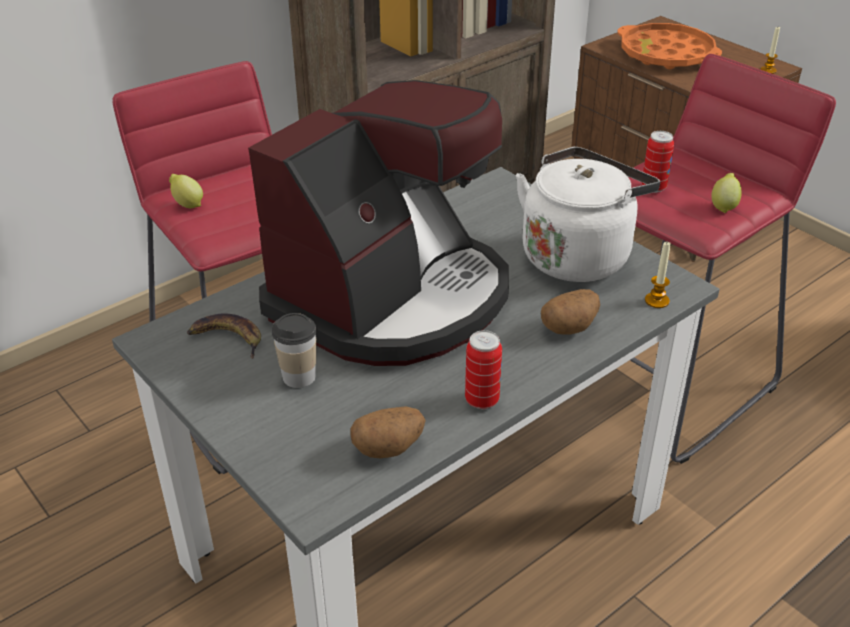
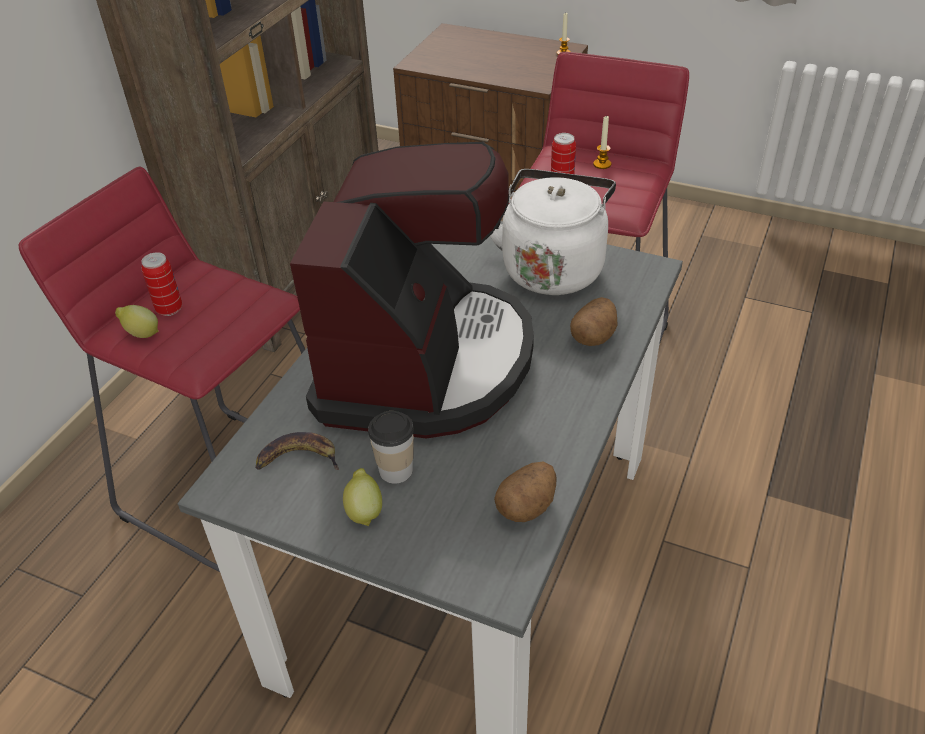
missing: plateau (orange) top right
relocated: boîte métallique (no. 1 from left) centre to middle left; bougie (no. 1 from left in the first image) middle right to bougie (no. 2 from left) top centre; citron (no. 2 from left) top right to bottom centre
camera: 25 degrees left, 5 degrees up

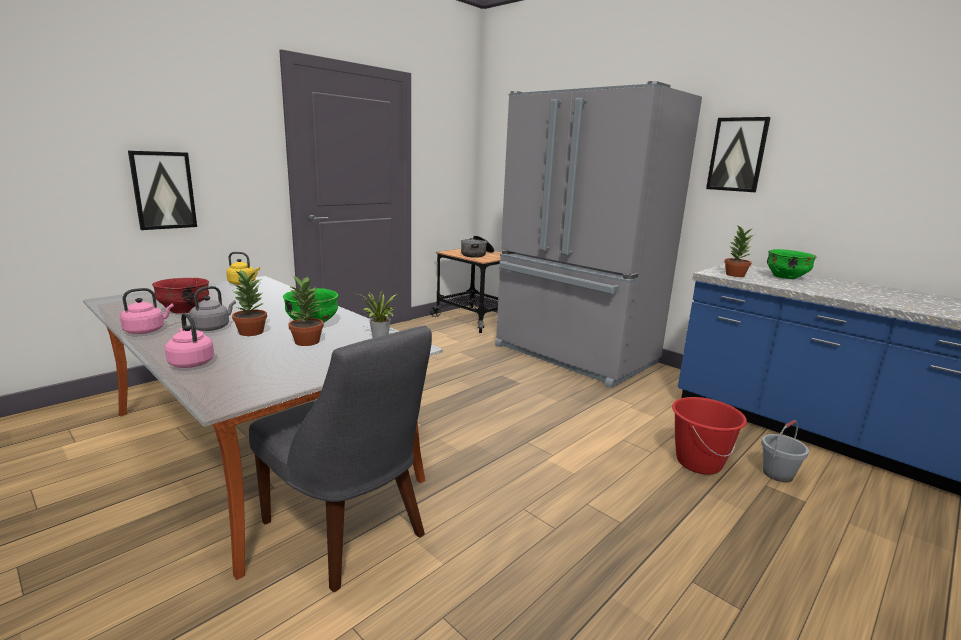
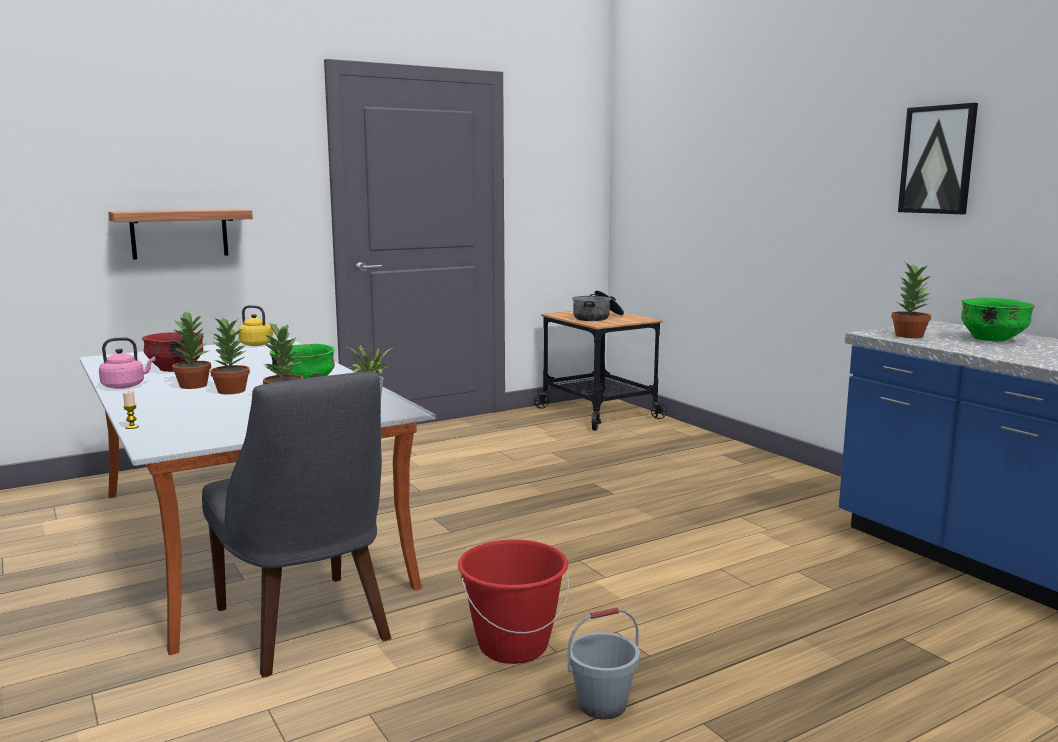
missing: bouilloire (rose) (no. 2 from left) middle left; réfrigérateur (gris) centre
appeared: bougie middle left
relocated: seau (rouge) bottom right to bottom centre; seau (gris) bottom right to bottom centre
exchanged: tableau (no. 1 from left) top left to étagère top left; bouilloire (gris) middle left to plante en pot (no. 1 from left) middle left
camera: 15 degrees right, 5 degrees down

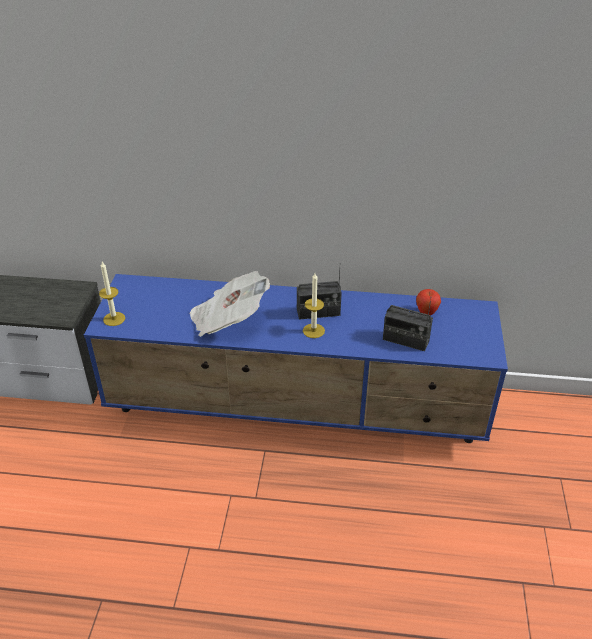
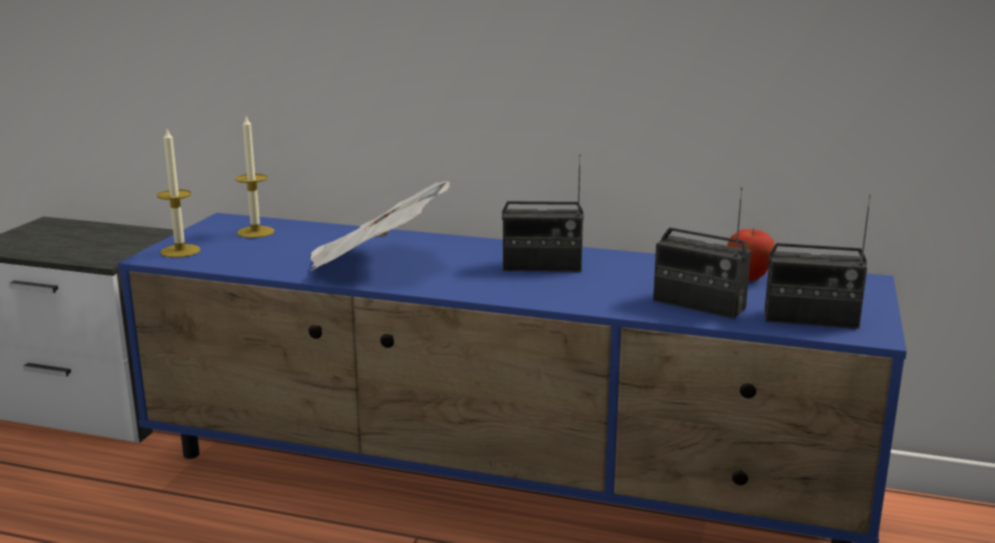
appeared: radio (no. 3 from left) middle right
relocated: bougie (no. 2 from left) centre to top left
camera: 10 degrees right, 20 degrees down

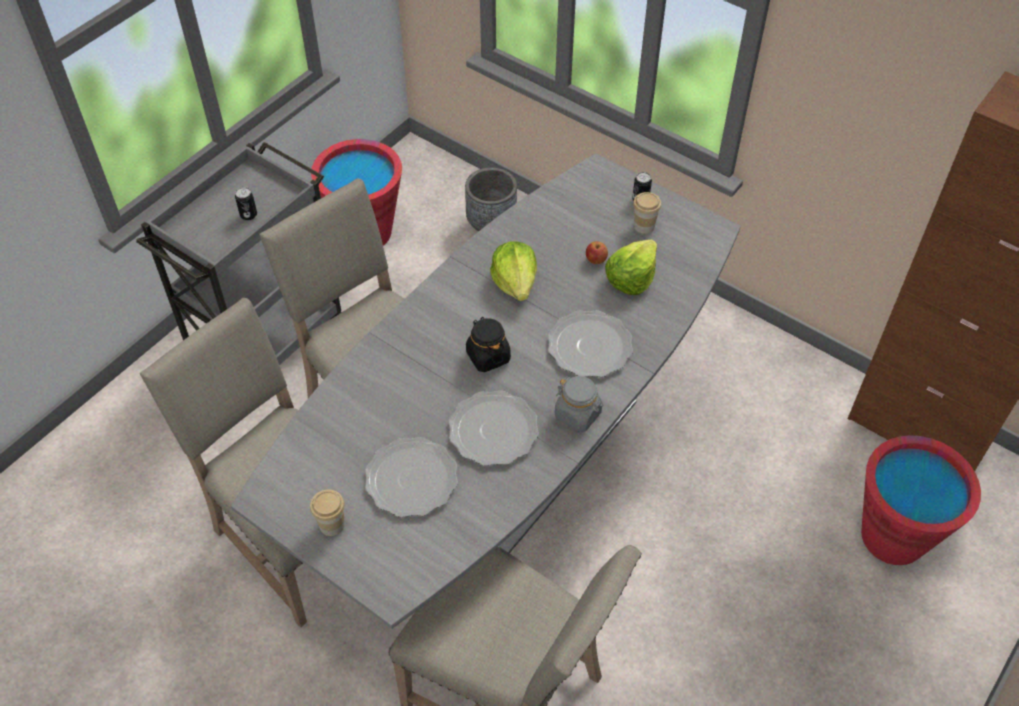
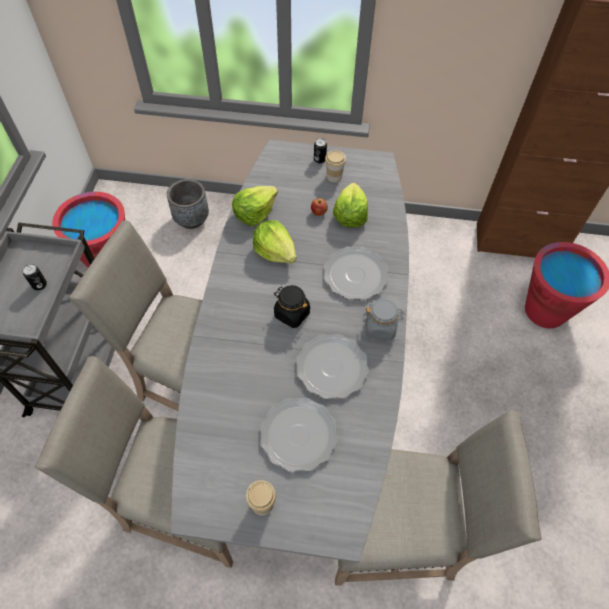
appeared: laitue (no. 1 from left) centre
camera: 30 degrees left, 5 degrees up

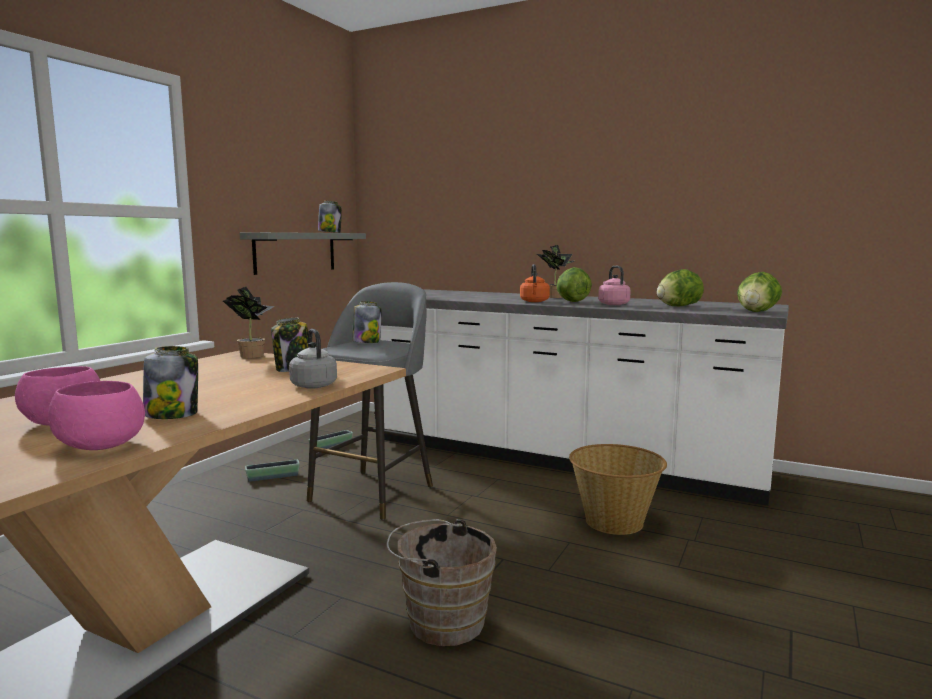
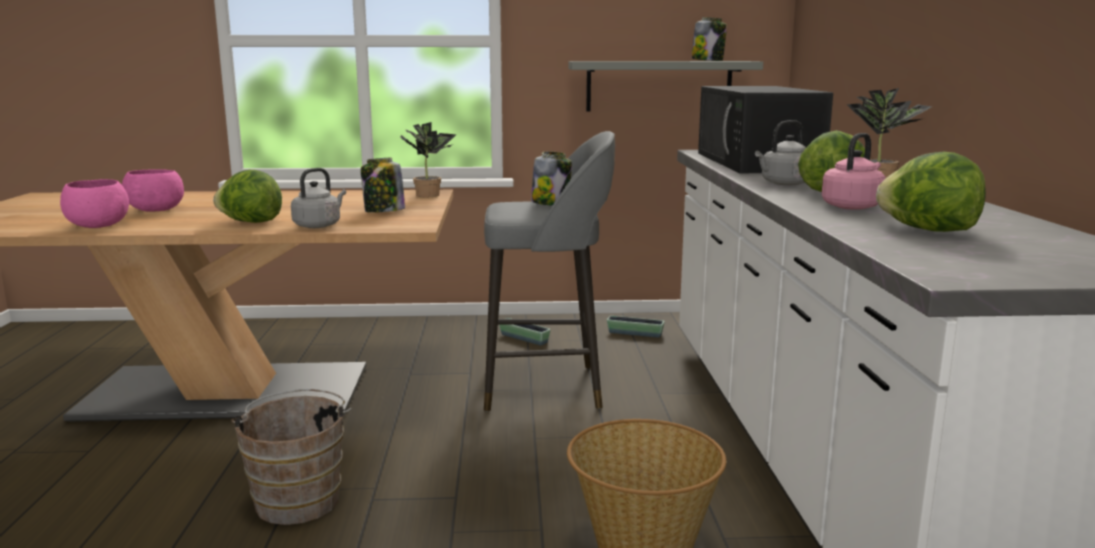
missing: bocal (no. 1 from left) middle left
appeared: micro-ondes (noir) top right
relocated: laitue (no. 3 from left in the first image) middle right to laitue (no. 1 from left) middle left
colour: bouilloire (orange) centre to bouilloire (gris) (no. 2 from left) top right
camera: 60 degrees right, 5 degrees up

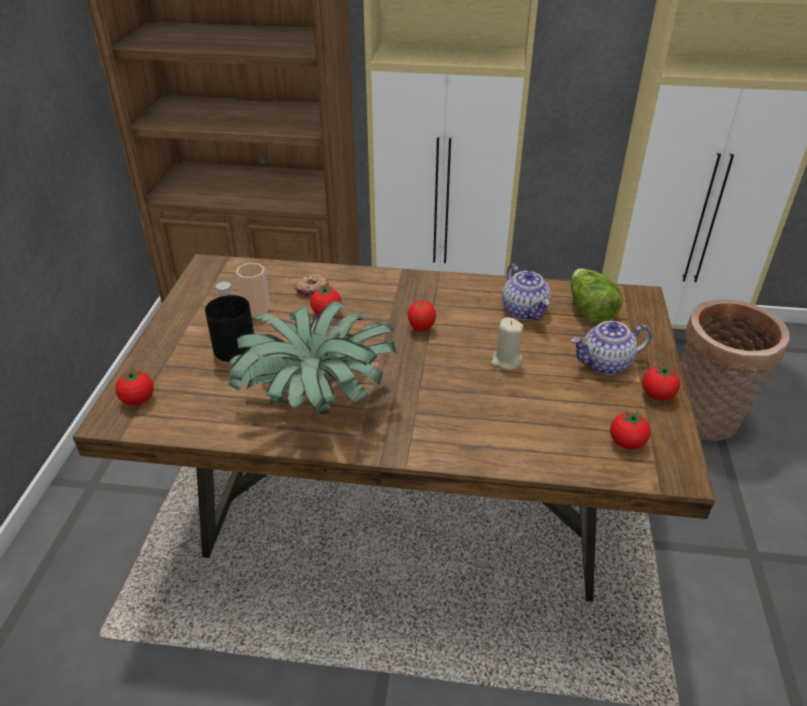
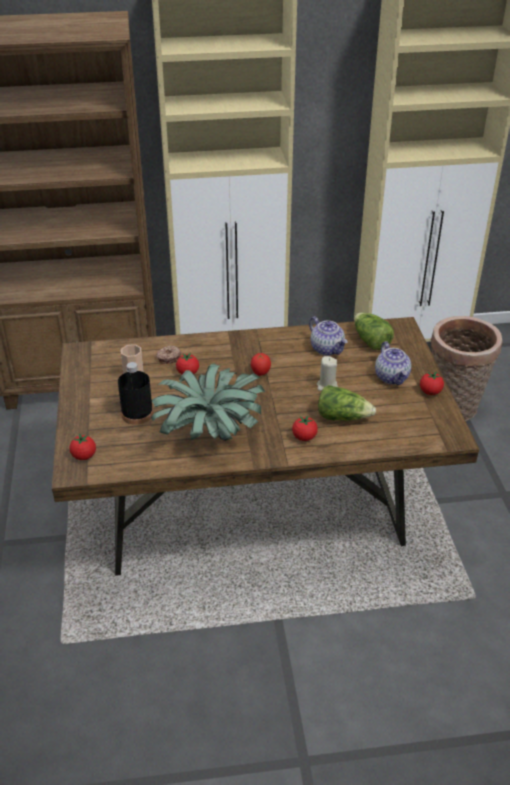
appeared: laitue (no. 1 from left) middle right
relocated: tomate (no. 4 from left) middle right to centre
spun: théière (no. 2 from left) middle right = middle right 75 degrees counterclockwise
camera: 15 degrees left, 0 degrees up

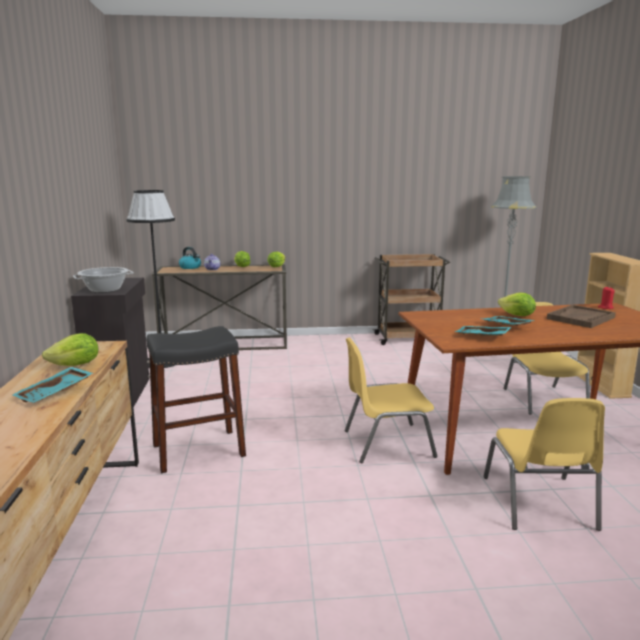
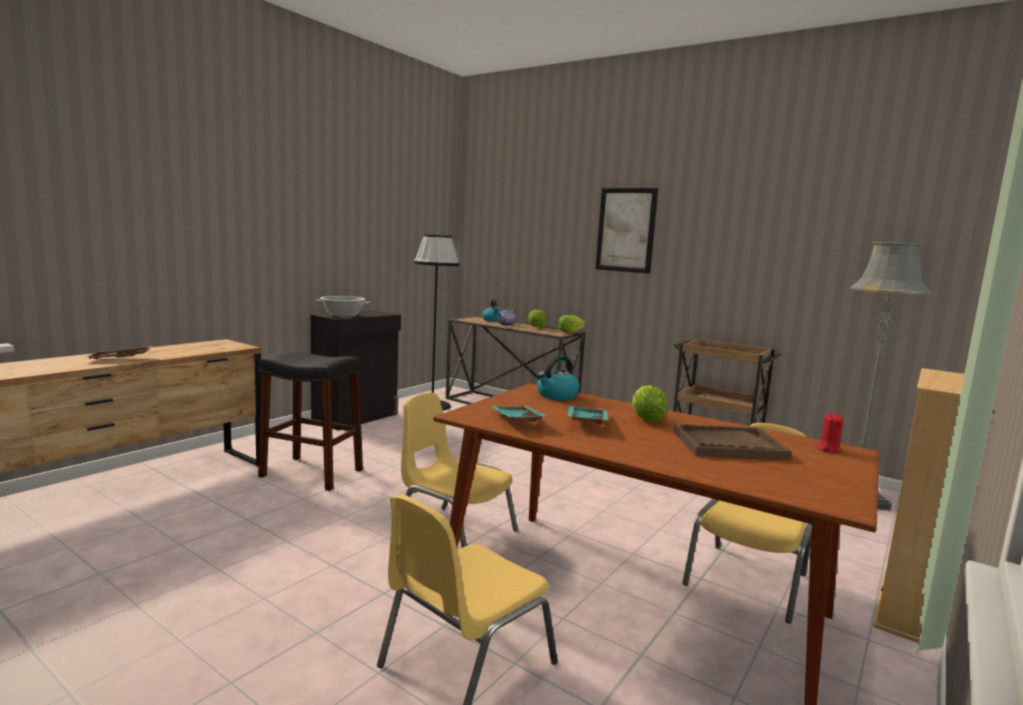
missing: laitue (no. 1 from left) middle left
appeared: bouilloire (no. 2 from left) centre; tableau top centre
colour: plateau (turquoise) (no. 1 from left) middle left to plateau (marron) (no. 1 from left) middle left
camera: 40 degrees right, 5 degrees down

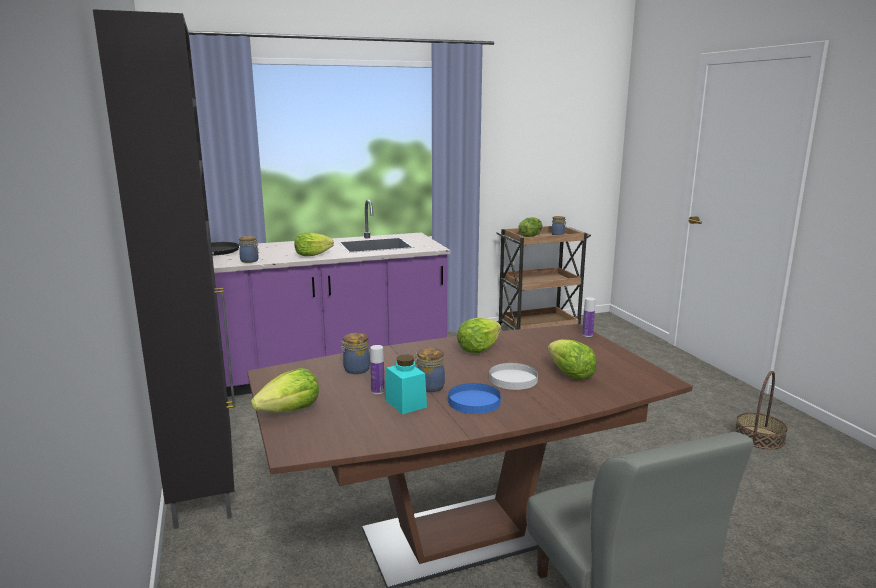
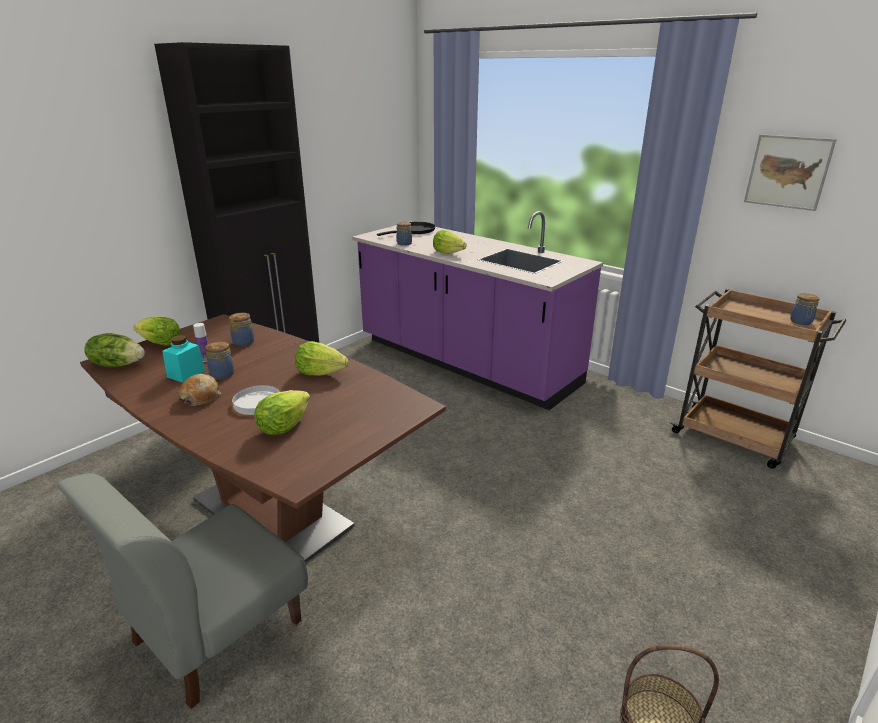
missing: bouteille (no. 2 from left) middle right
appeared: tableau top right
relocated: laitue (no. 4 from left in the first image) centre to laitue (no. 1 from left) middle left
exchanged: assiette (bleu) bottom centre to pain middle left
camera: 60 degrees right, 10 degrees up

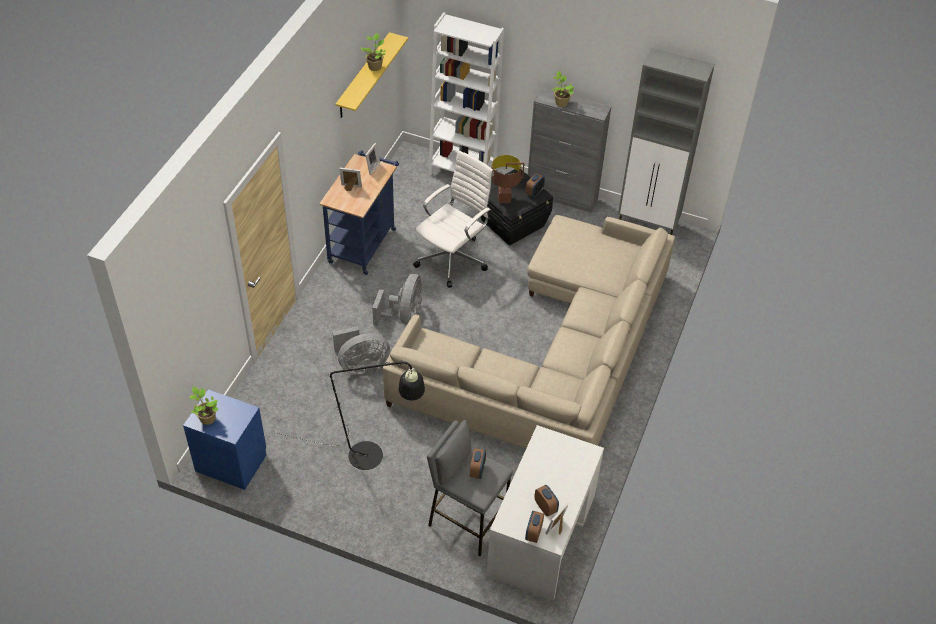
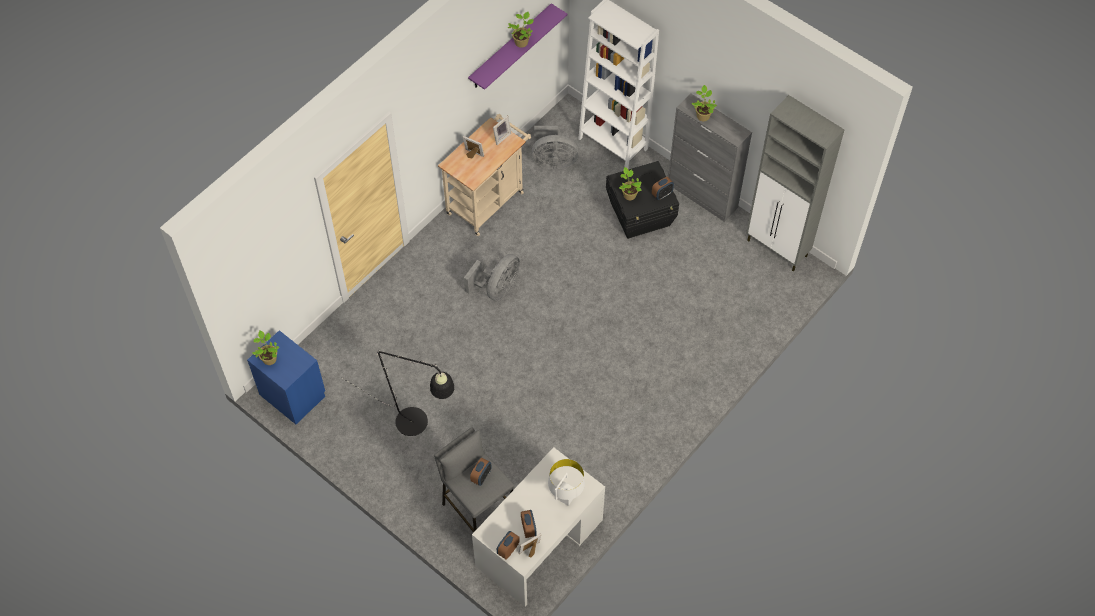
missing: canapé (beige) centre; chaise de bureau (blanc) centre
appeared: lampe de table (blanc) bottom centre
relocated: ventilateur (gris) (no. 1 from left in the first image) centre to ventilateur (gris) (no. 2 from left) top centre
exchanged: lampe de table (marron) top centre to plante en pot (no. 3 from left) top centre
colour: chariot (bleu) centre to chariot (beige) top centre; étagère (jaune) top centre to étagère (violet) top centre
camera: 20 degrees right, 10 degrees up

